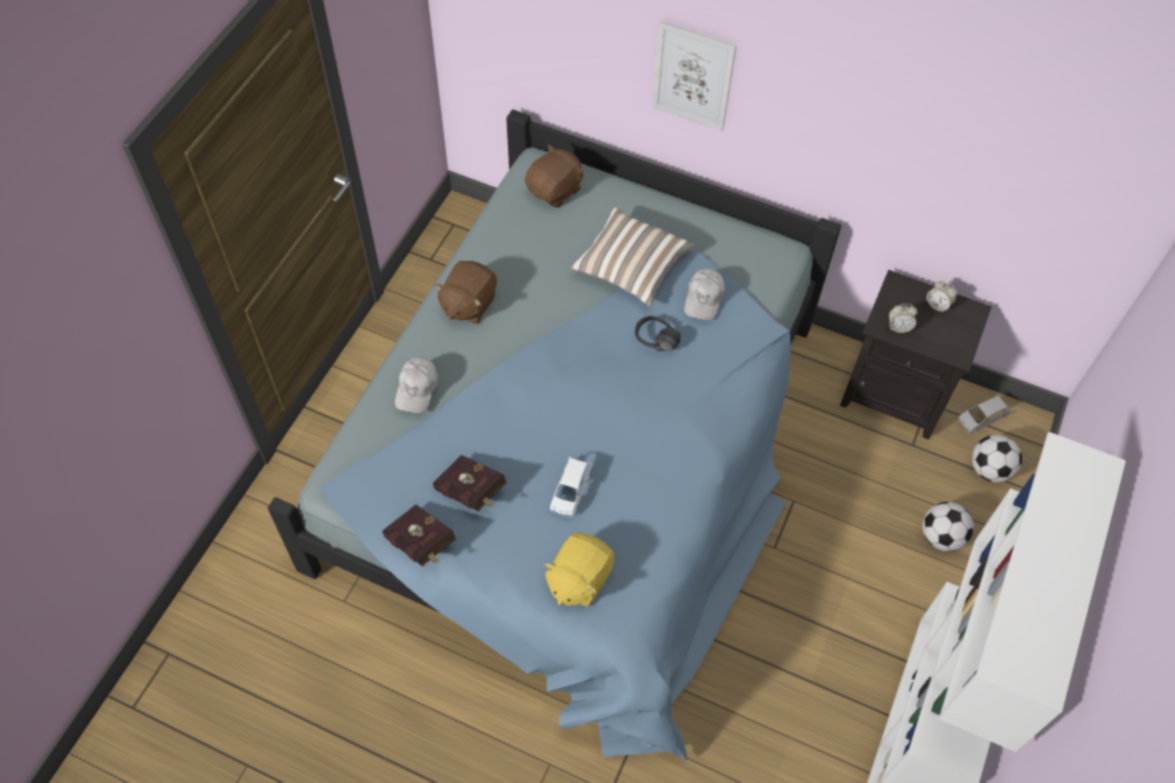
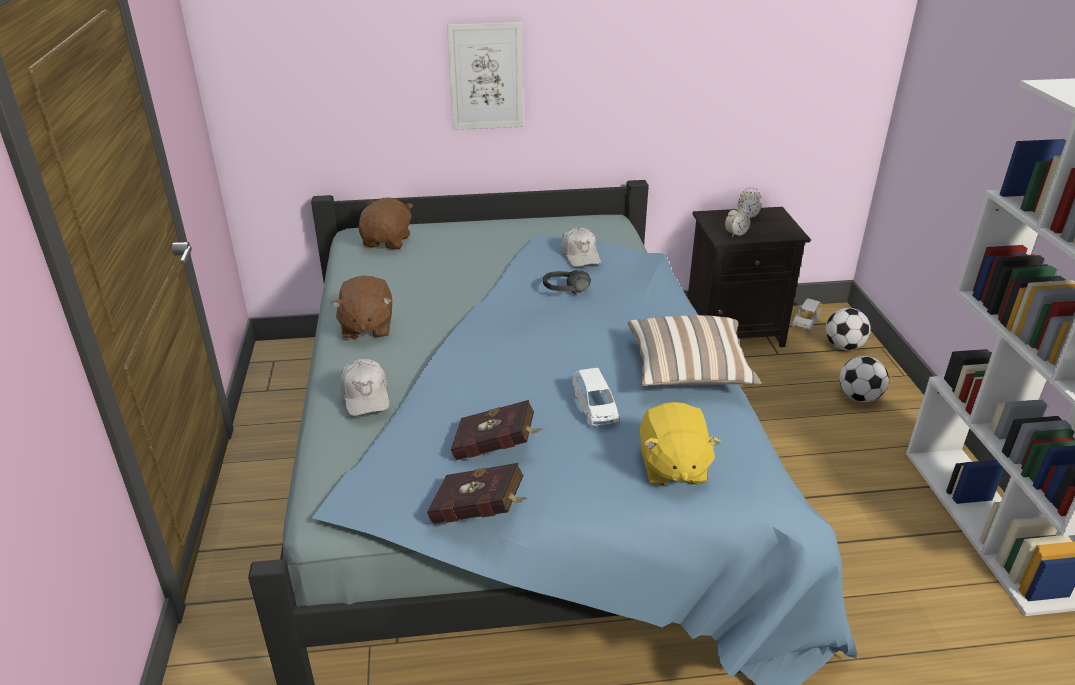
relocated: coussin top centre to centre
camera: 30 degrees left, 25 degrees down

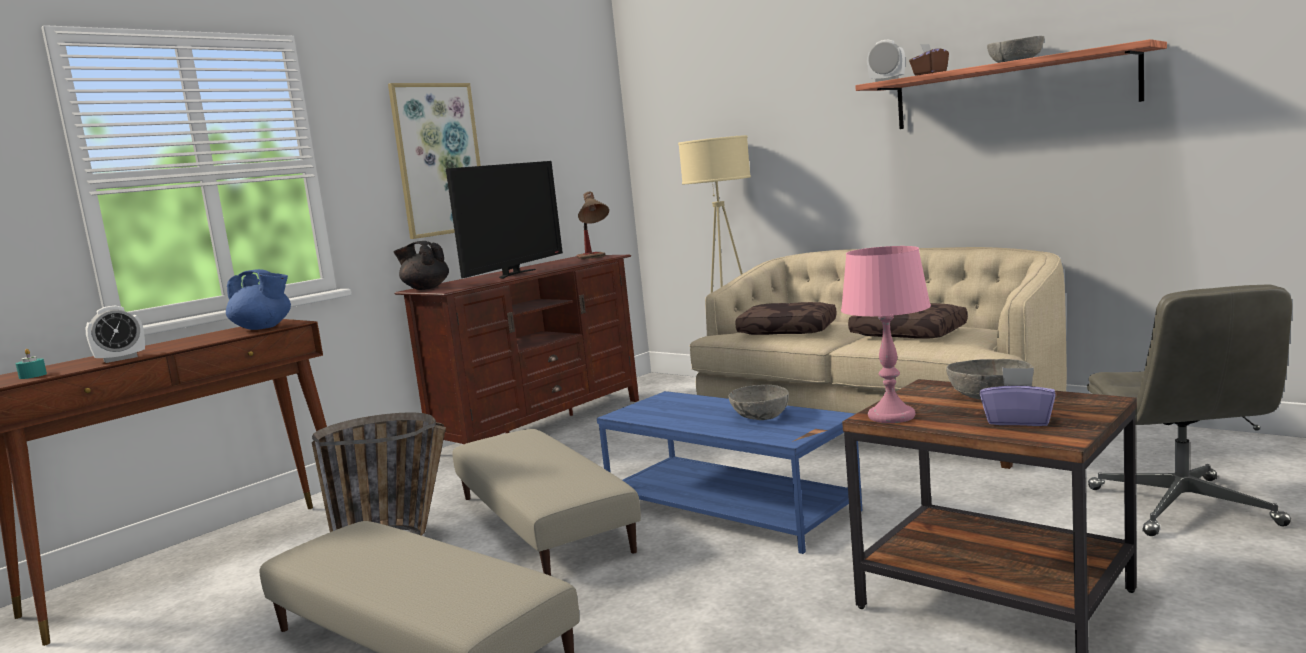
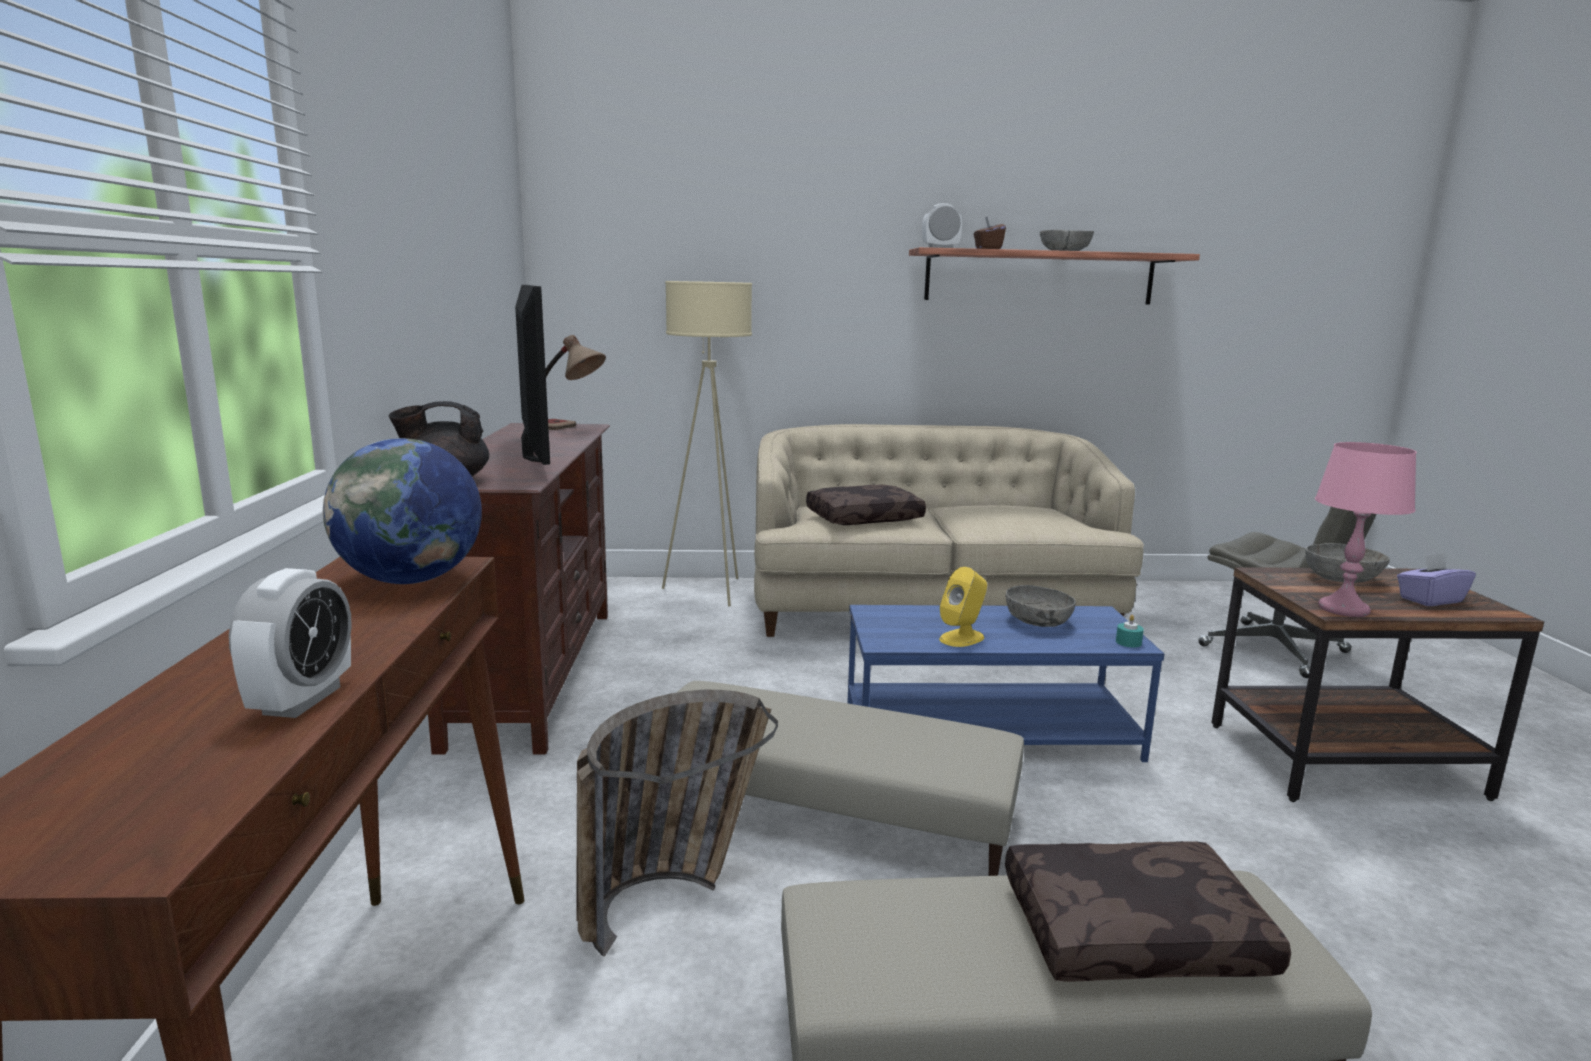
missing: tableau top left
appeared: enceinte (jaune) centre
relocated: bougie (turquoise) middle left to middle right; coussin (marron) (no. 2 from left) middle right to bottom right
exchanged: théière (bleu) middle left to globe middle left
camera: 45 degrees left, 5 degrees up

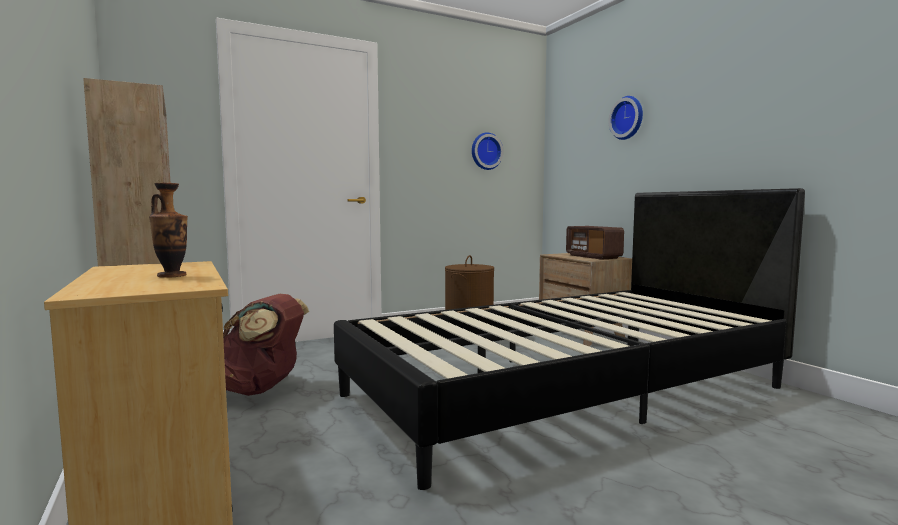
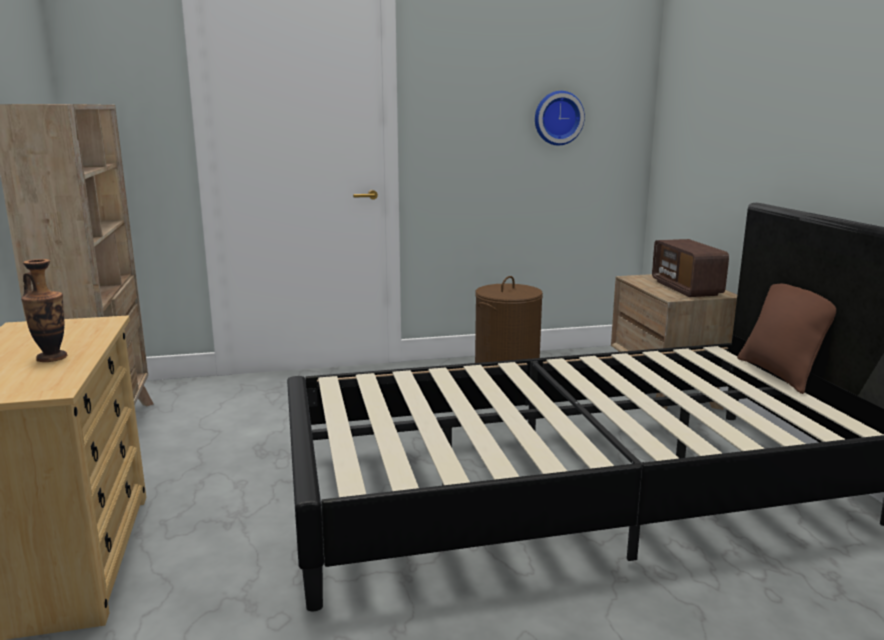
missing: sac à dos (marron) middle left; horloge murale (no. 2 from left) top right
appeared: coussin (marron) middle right
camera: 15 degrees right, 10 degrees up

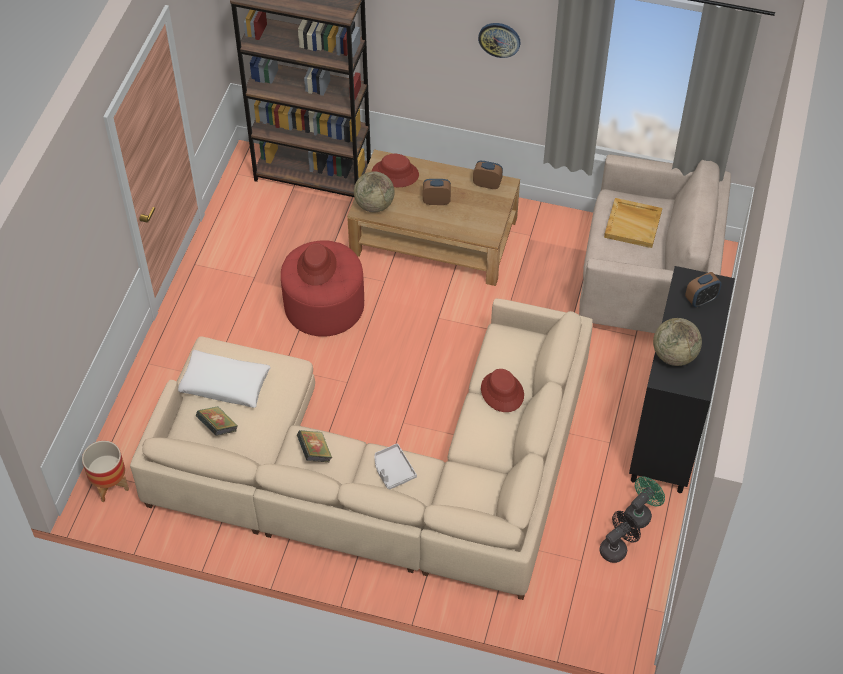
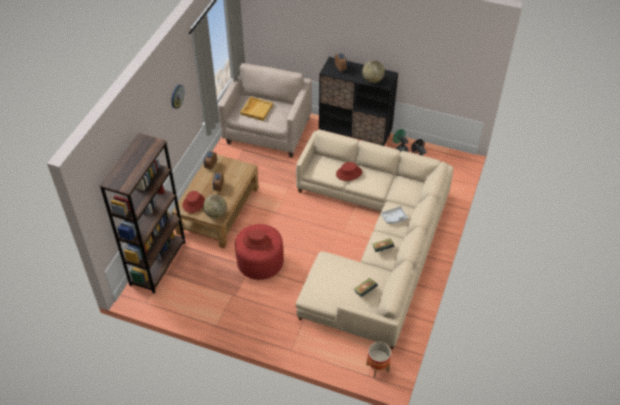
missing: coussin (blanc) middle left
camera: 85 degrees left, 5 degrees down

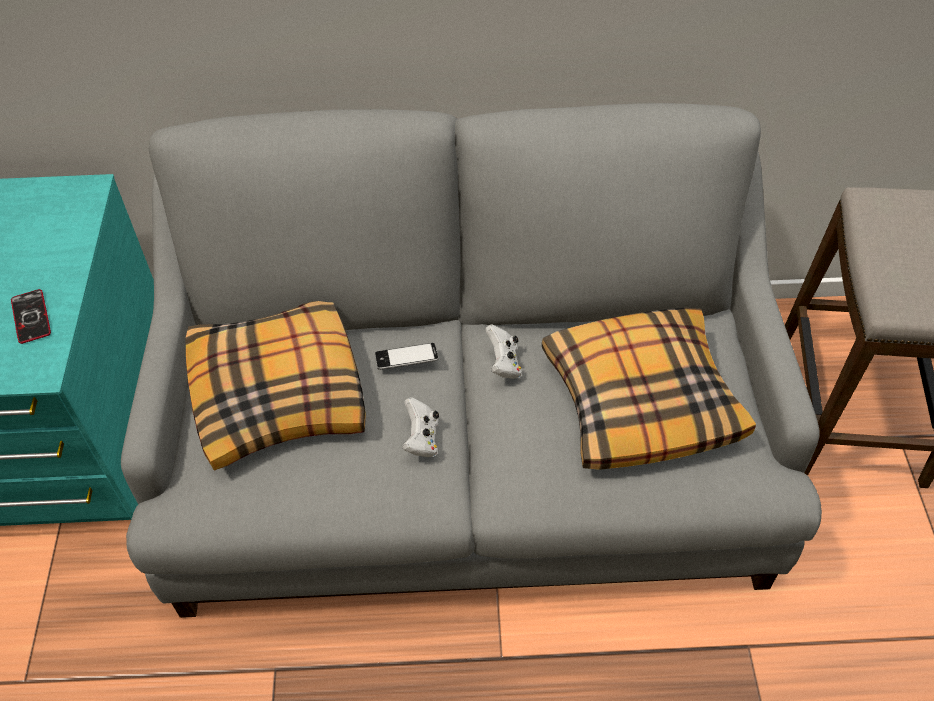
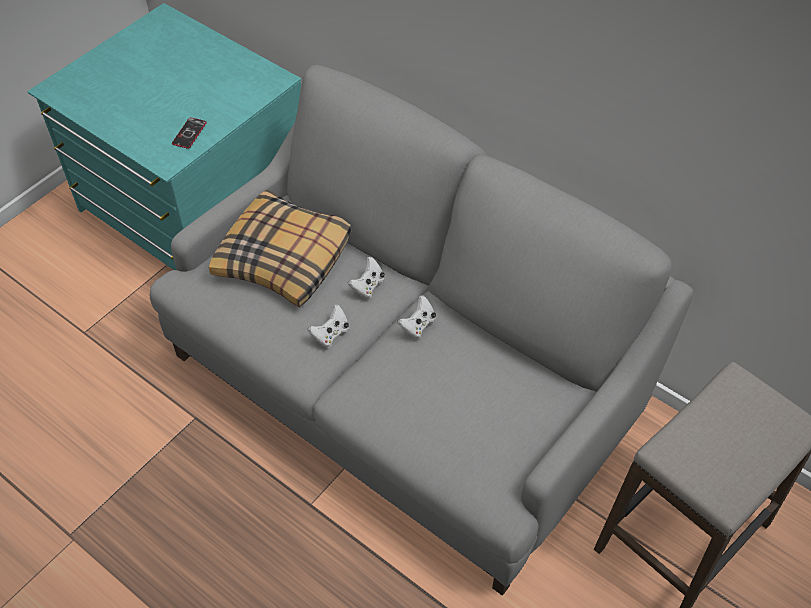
missing: coussin (no. 2 from left) middle right
exchanged: téléphone (no. 2 from left) centre to manette (blanc) (no. 2 from left) centre
camera: 40 degrees right, 0 degrees up

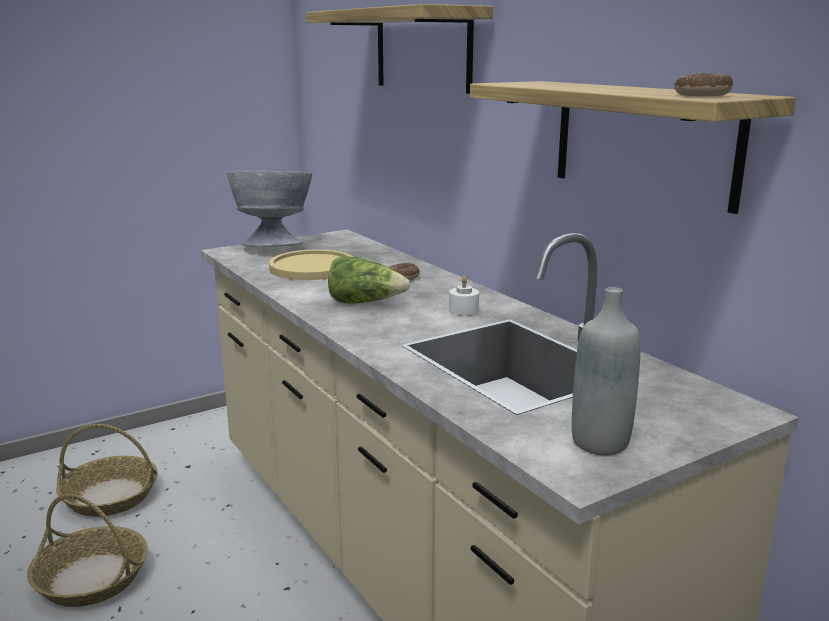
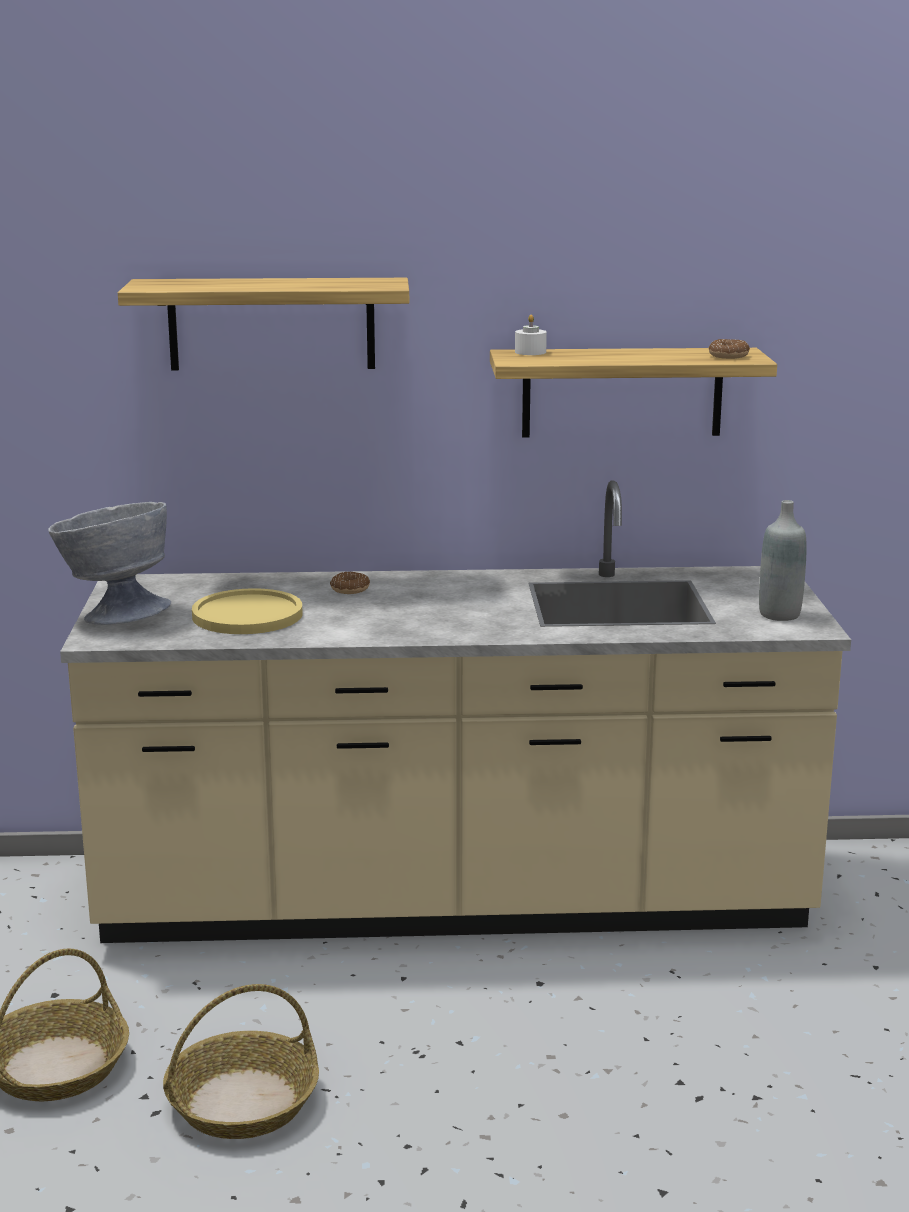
missing: laitue centre
relocated: bougie (blanc) centre to top centre
camera: 60 degrees left, 0 degrees up

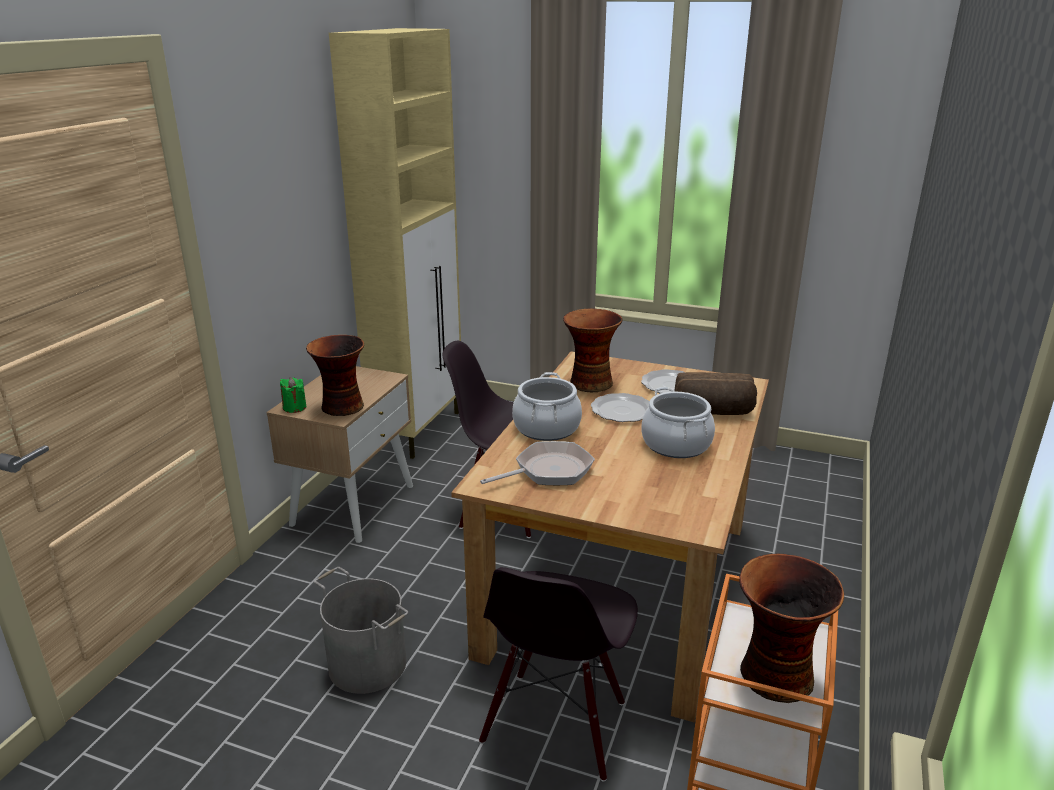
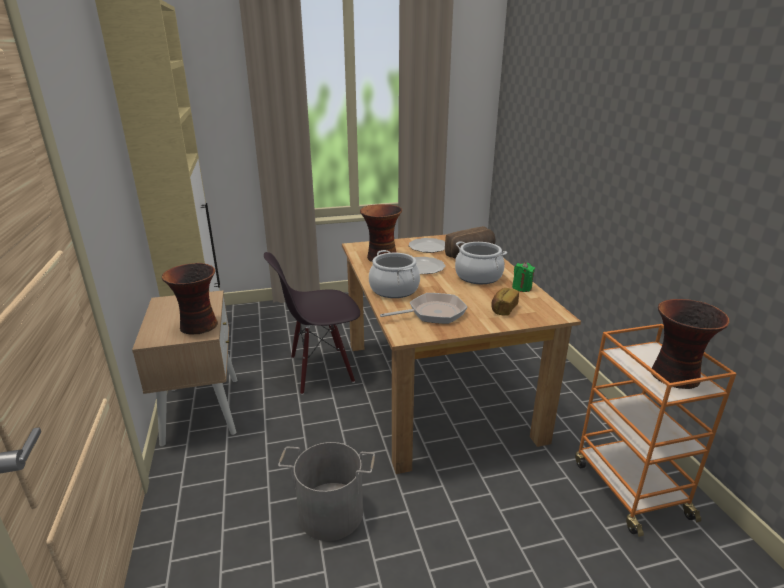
missing: chaise (noir) (no. 2 from left) bottom centre
appeared: pain (no. 2 from left) centre
relocated: bougie (vert) middle left to middle right
spun: poêle centre = centre 45 degrees clockwise
camera: 35 degrees left, 0 degrees up

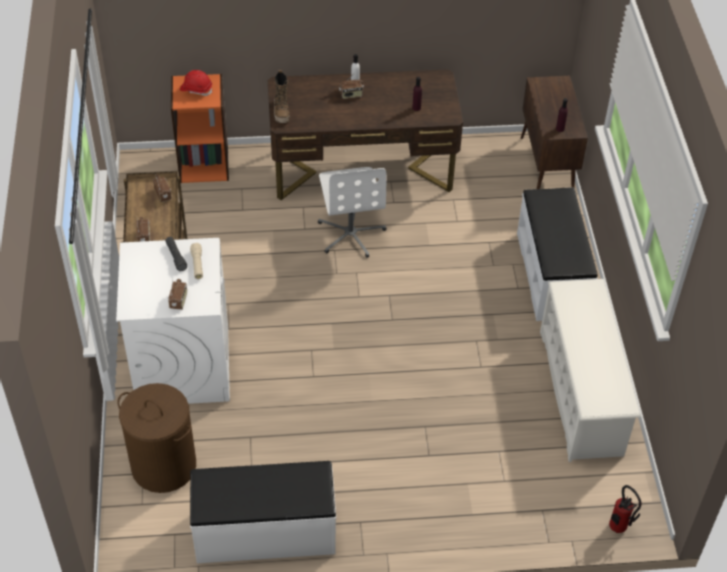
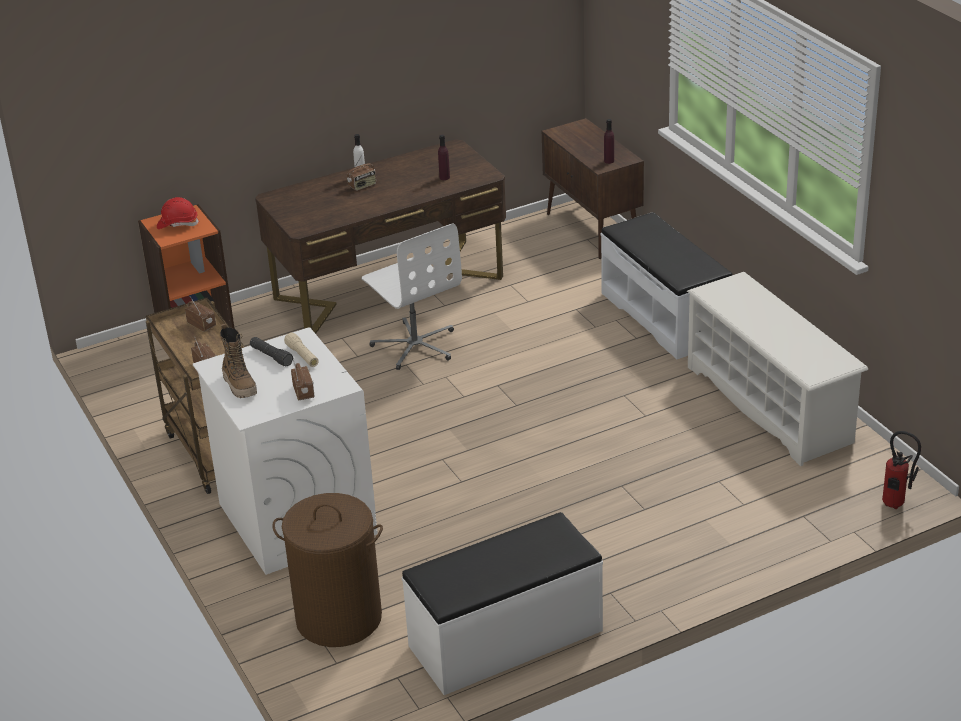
relocated: botte top centre to middle left
camera: 20 degrees left, 15 degrees down

